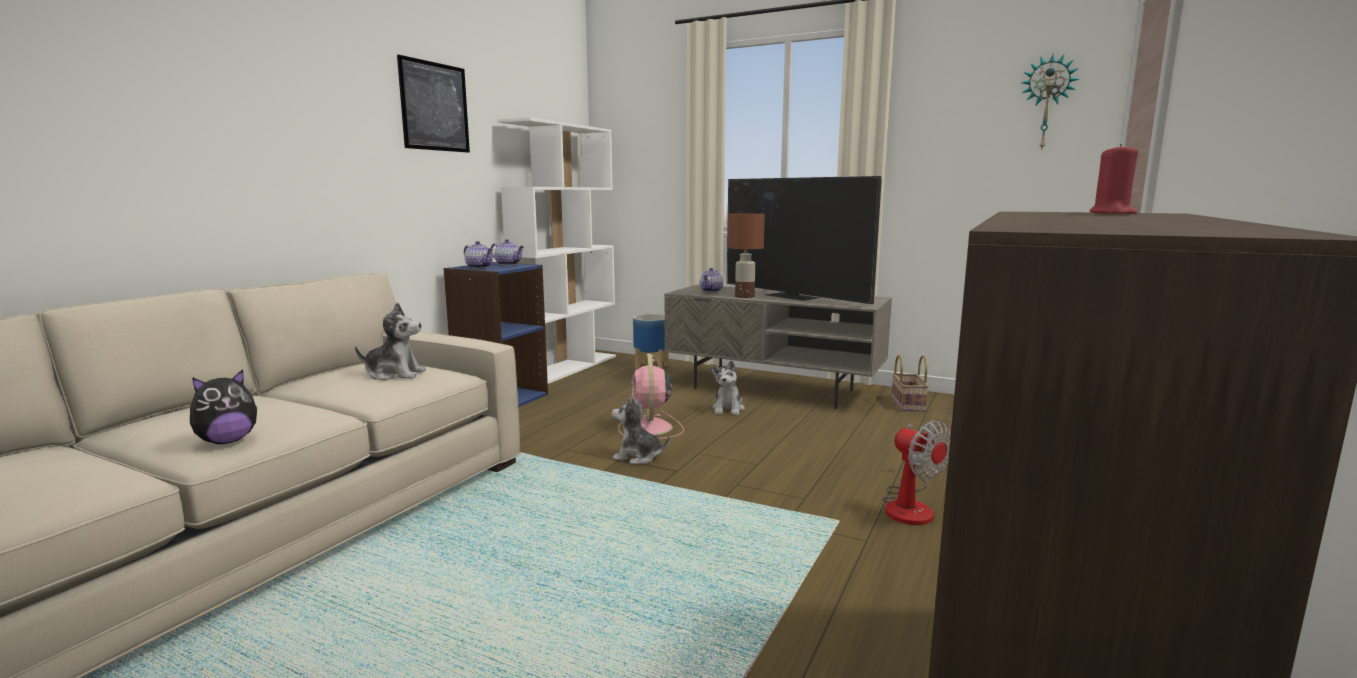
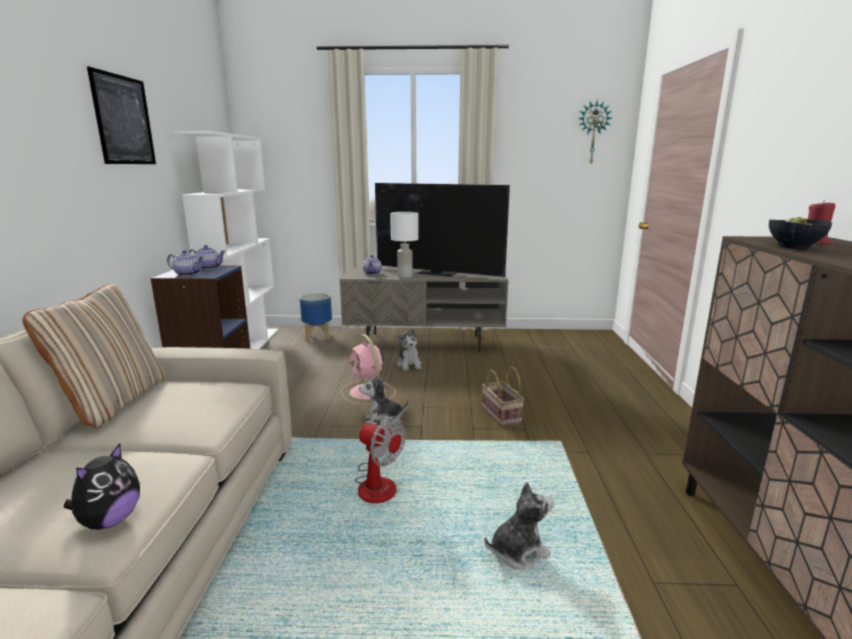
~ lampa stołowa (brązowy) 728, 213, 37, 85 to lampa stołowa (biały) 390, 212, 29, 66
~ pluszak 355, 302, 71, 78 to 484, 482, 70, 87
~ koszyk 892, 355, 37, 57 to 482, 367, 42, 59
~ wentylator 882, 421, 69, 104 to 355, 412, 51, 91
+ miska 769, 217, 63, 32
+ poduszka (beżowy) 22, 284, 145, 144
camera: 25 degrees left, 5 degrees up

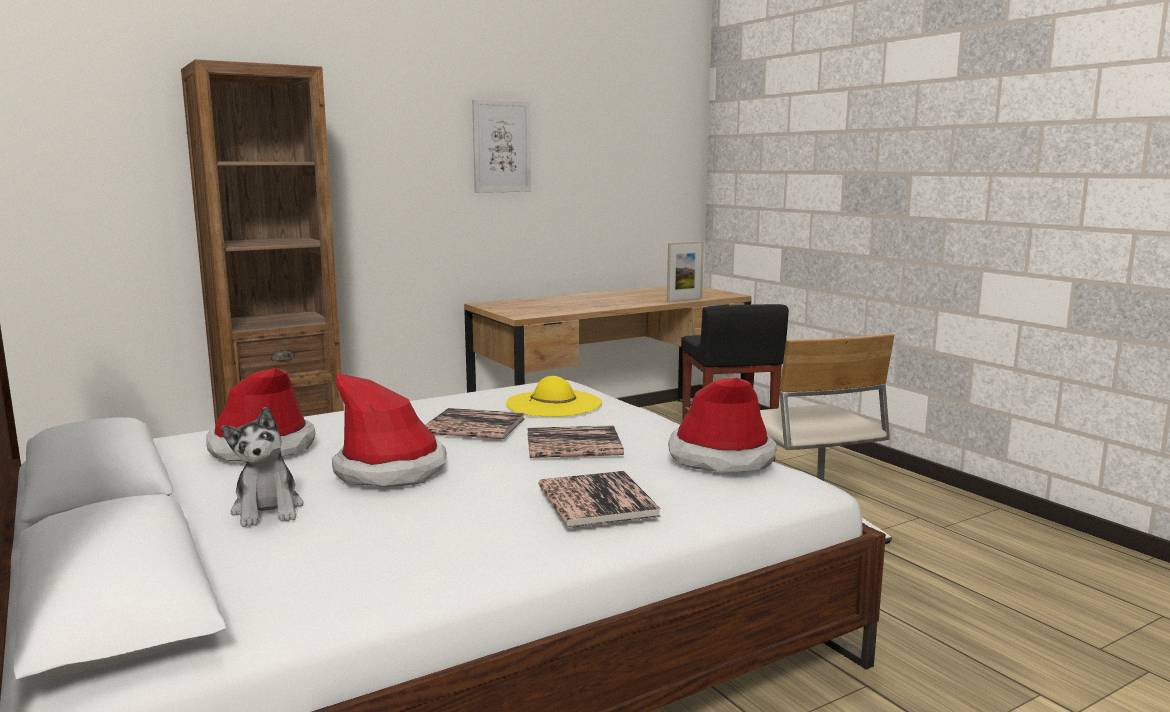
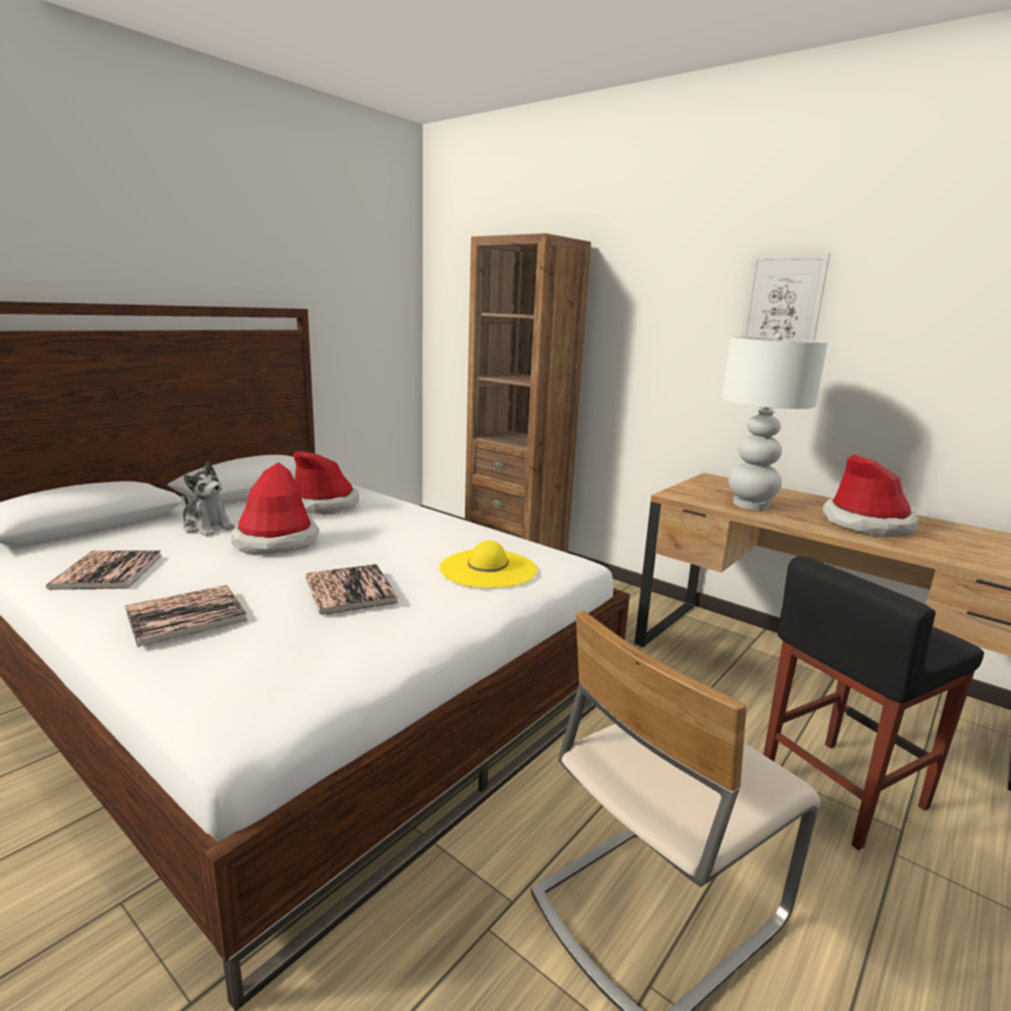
- ramka na zdjęcie 667, 241, 37, 61
~ kapelusz 668, 378, 109, 94 to 823, 454, 95, 83
~ pluszak 221, 407, 83, 120 = 182, 462, 53, 74 105 degrees counterclockwise
~ książka 425, 408, 100, 31 to 46, 550, 116, 40
+ lampa stołowa (biały) 722, 333, 106, 177
camera: 70 degrees right, 5 degrees up

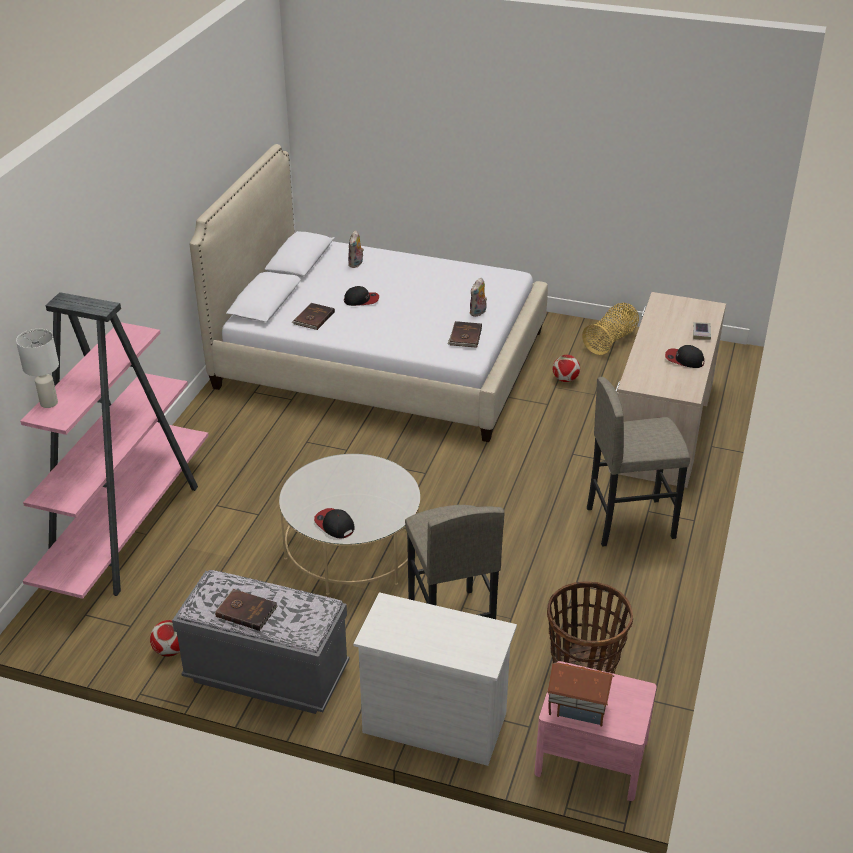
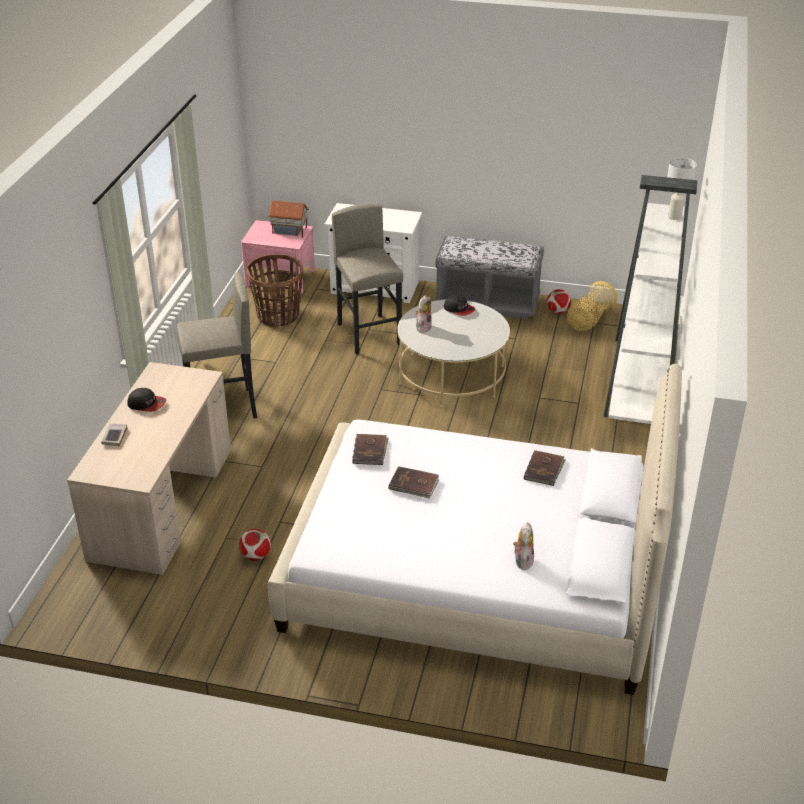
~ pluszak 470, 278, 17, 39 to 416, 295, 16, 38
- czapka z daszkiem 344, 286, 35, 20
~ regał (różowy) 20, 292, 189, 307 to regał (biały) 604, 175, 94, 249
~ koszyk 582, 303, 57, 52 to 567, 281, 50, 50
~ książka (brązowy) 215, 589, 63, 42 to 388, 466, 51, 32
camera: 175 degrees right, 0 degrees up

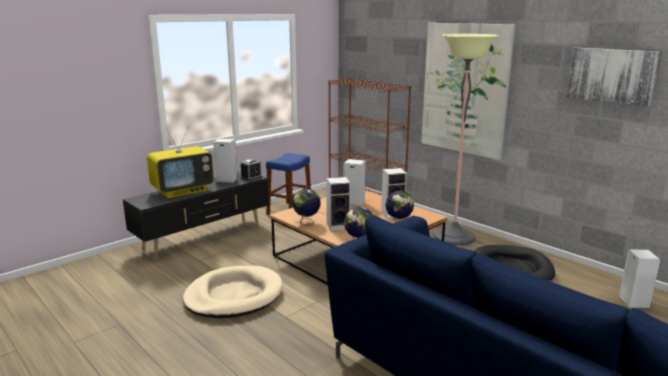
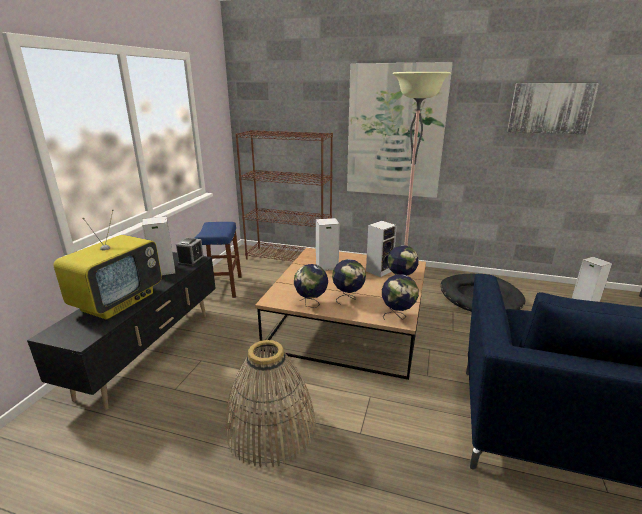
~ głośnik 326, 177, 25, 54 to globus 332, 259, 34, 46
~ legowisko (beżowy) 183, 266, 100, 52 to koszyk 225, 340, 91, 128
camera: 30 degrees left, 5 degrees up

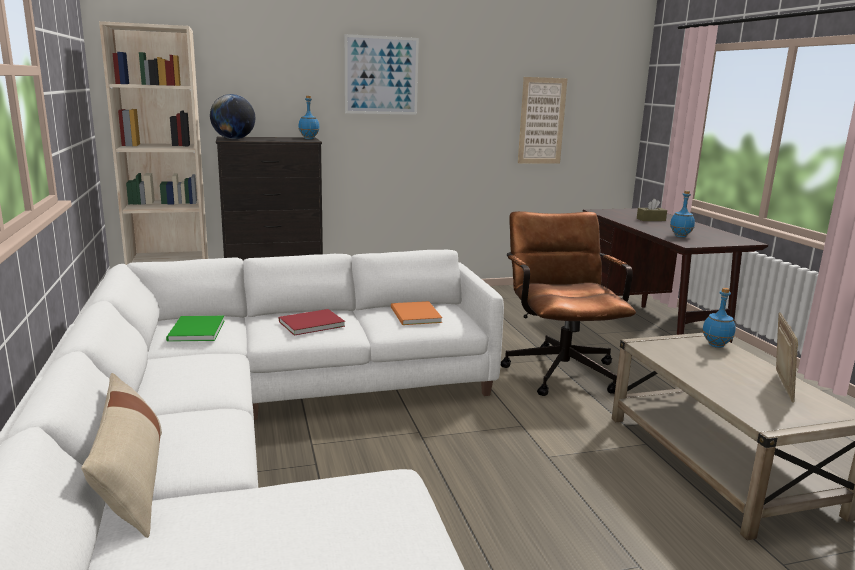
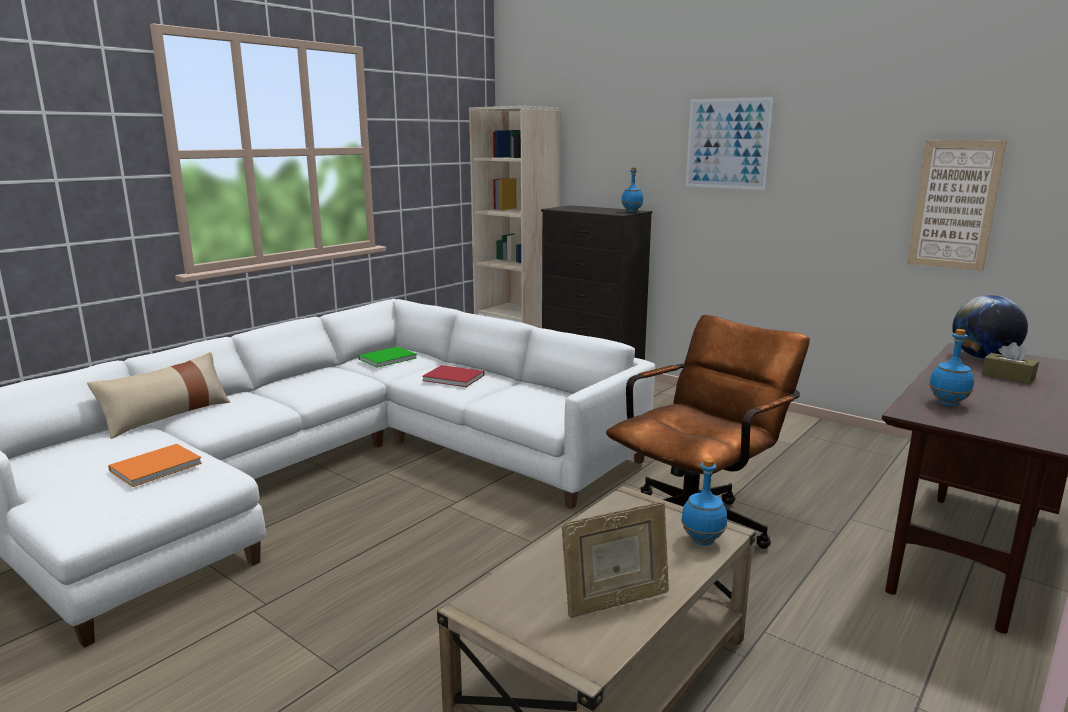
~ globus 210, 94, 45, 45 to 952, 295, 76, 64
~ książka (pomarańczowy) 391, 301, 51, 24 to 108, 444, 94, 43
camera: 55 degrees right, 0 degrees up

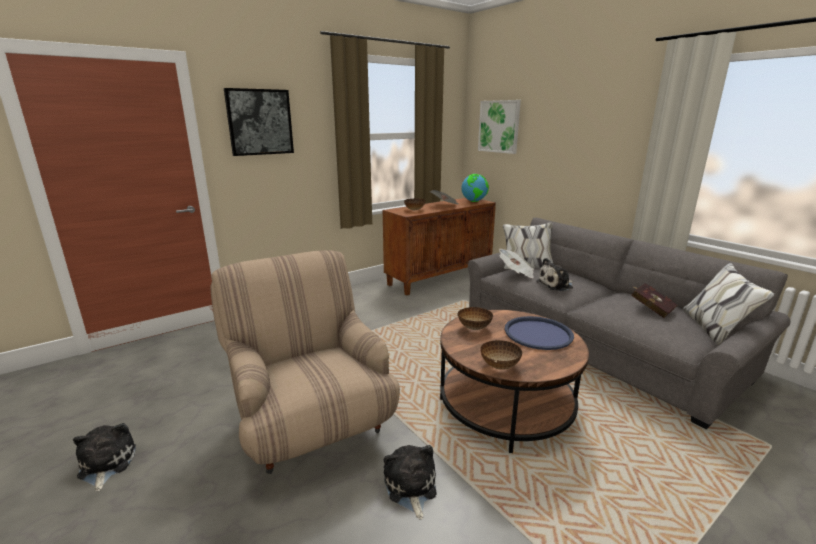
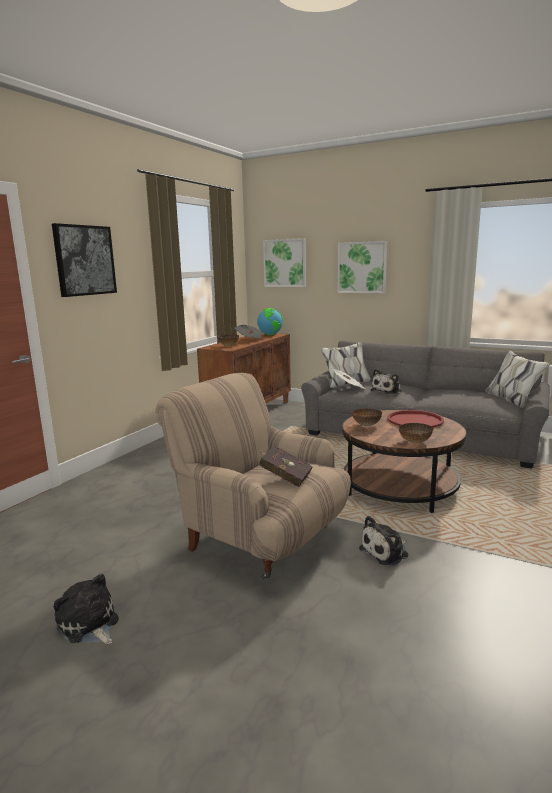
~ książka (czerwony) 631, 283, 46, 35 to 259, 446, 54, 41
~ taca (niebieski) 505, 316, 69, 34 to taca (czerwony) 387, 410, 57, 17
~ pluszak 384, 445, 53, 75 = 359, 516, 49, 50 90 degrees counterclockwise
+ obraz 337, 241, 50, 52
camera: 25 degrees left, 5 degrees down

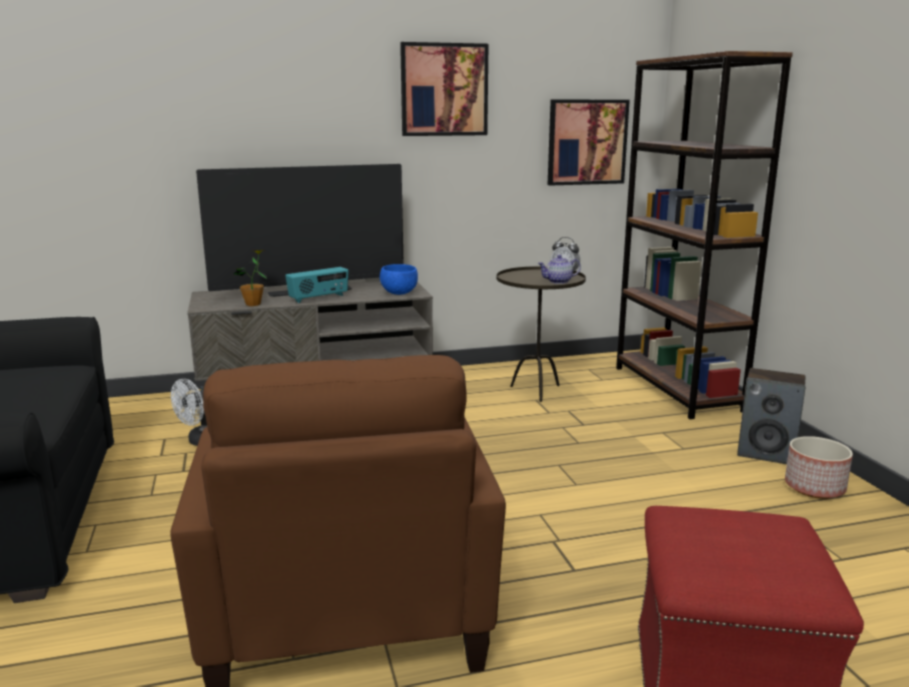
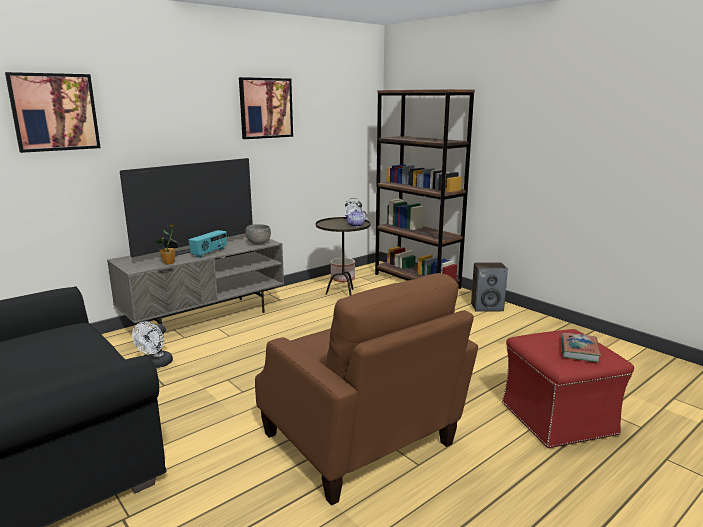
~ obraz 548, 100, 82, 86 to 5, 72, 96, 81
~ miska (niebieski) 380, 264, 38, 31 to miska (szary) 245, 224, 26, 21
~ donica 785, 436, 68, 63 to 331, 258, 24, 24
+ książka 561, 333, 40, 29
camera: 25 degrees left, 0 degrees up

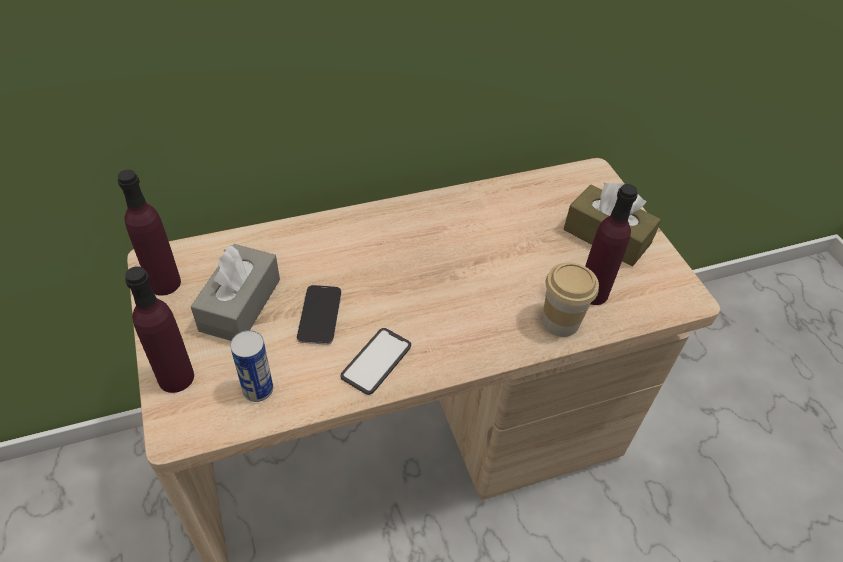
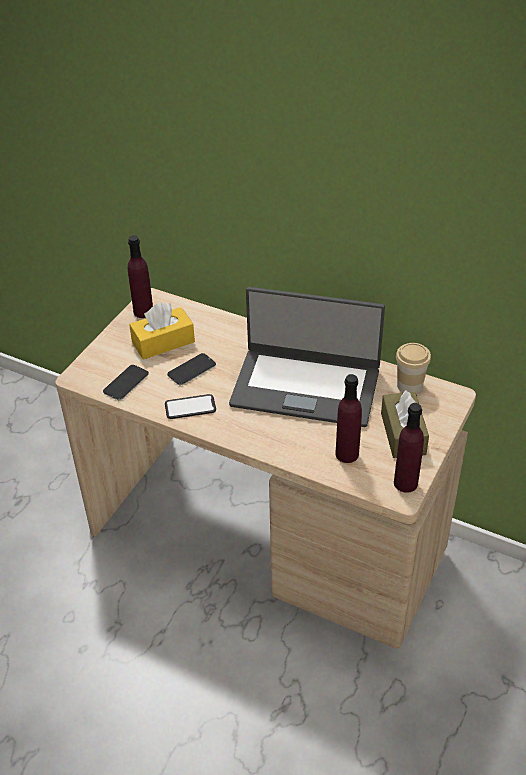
~ pudełko chusteczek (szary) 190, 244, 90, 97 to pudełko chusteczek (żółty) 129, 303, 66, 57
~ filiżanka 542, 262, 57, 75 to 396, 343, 35, 51
~ butelka (fioletowy) 125, 267, 69, 126 to 394, 403, 30, 90
~ puszka 230, 330, 43, 72 to telefon 103, 365, 46, 35
+ laptop 229, 287, 156, 140
camera: 50 degrees right, 5 degrees down

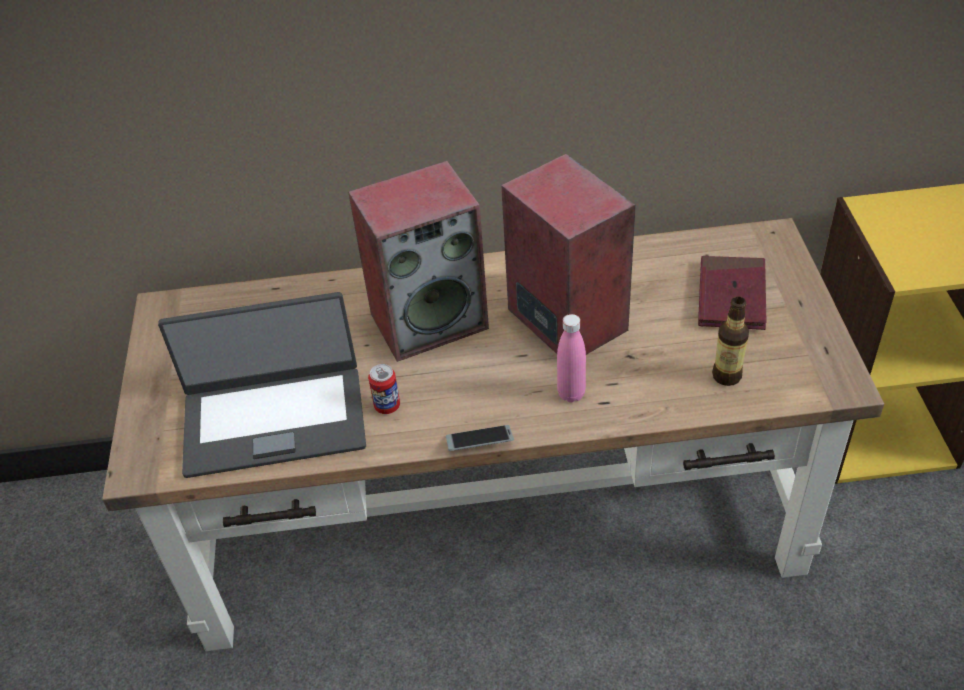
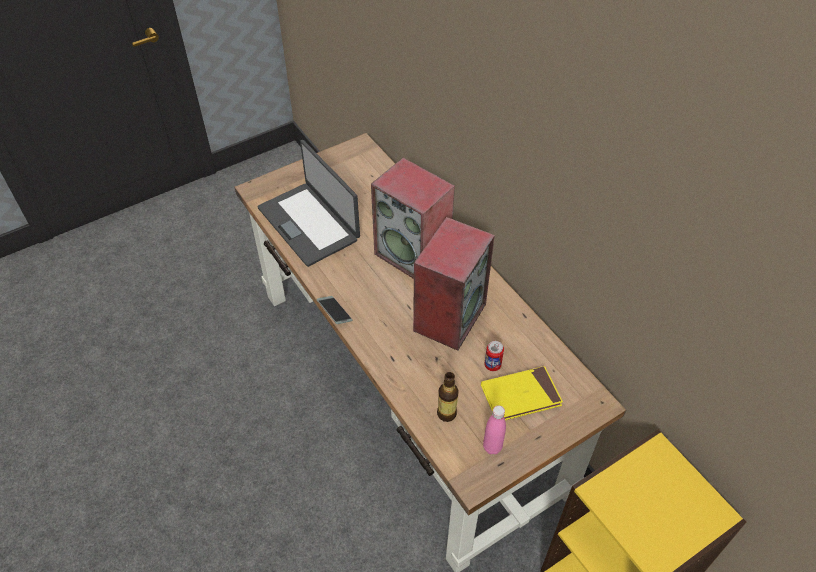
~ książka (czerwony) 698, 256, 68, 74 to książka (żółty) 481, 366, 82, 54
~ butelka (różowy) 557, 314, 29, 88 to 483, 405, 23, 49
~ puszka 368, 364, 32, 50 to 484, 341, 20, 30
camera: 60 degrees right, 5 degrees up

